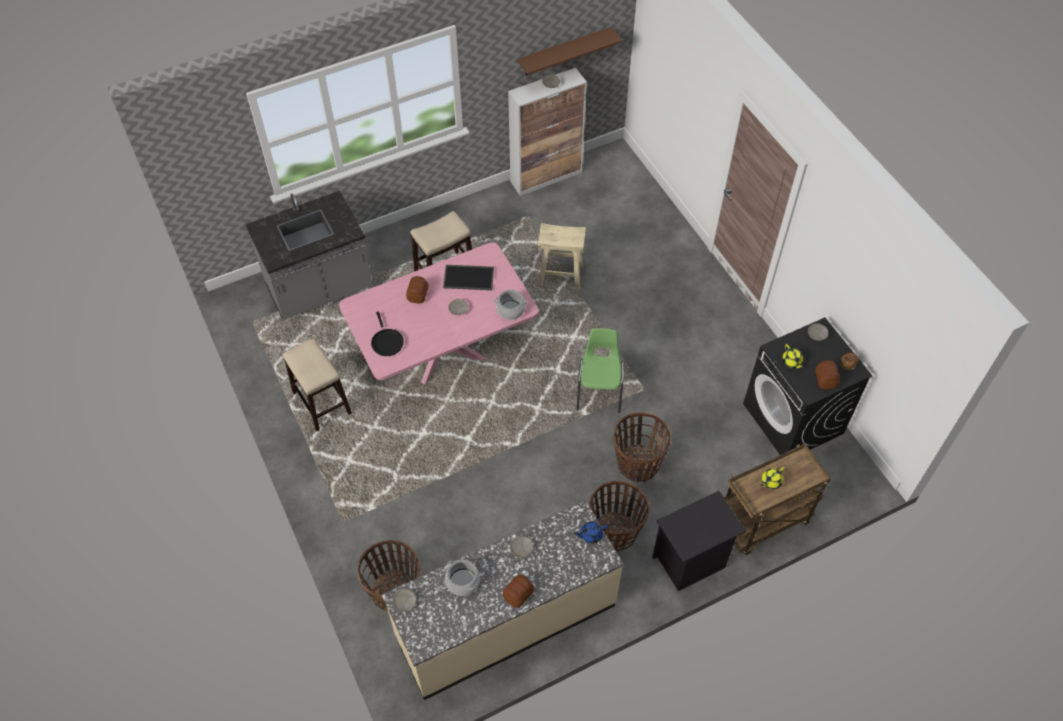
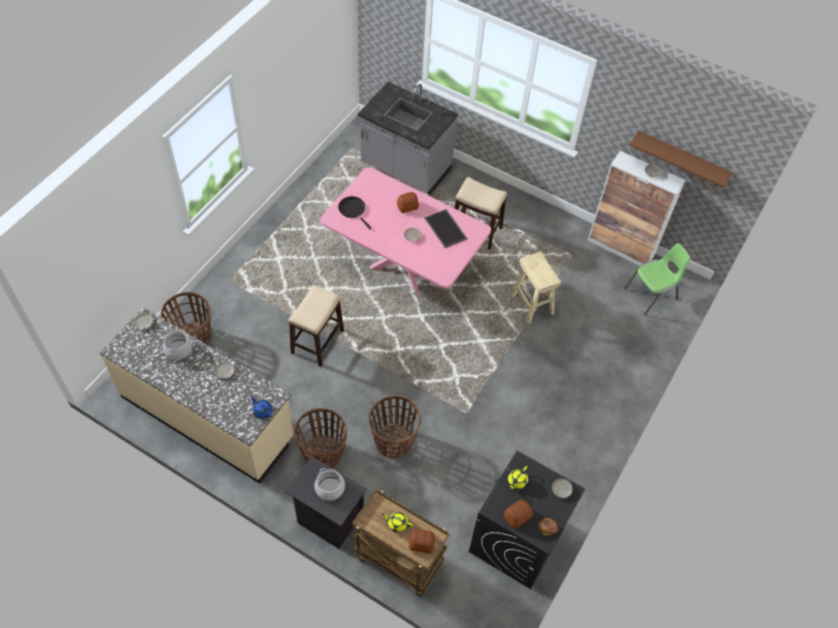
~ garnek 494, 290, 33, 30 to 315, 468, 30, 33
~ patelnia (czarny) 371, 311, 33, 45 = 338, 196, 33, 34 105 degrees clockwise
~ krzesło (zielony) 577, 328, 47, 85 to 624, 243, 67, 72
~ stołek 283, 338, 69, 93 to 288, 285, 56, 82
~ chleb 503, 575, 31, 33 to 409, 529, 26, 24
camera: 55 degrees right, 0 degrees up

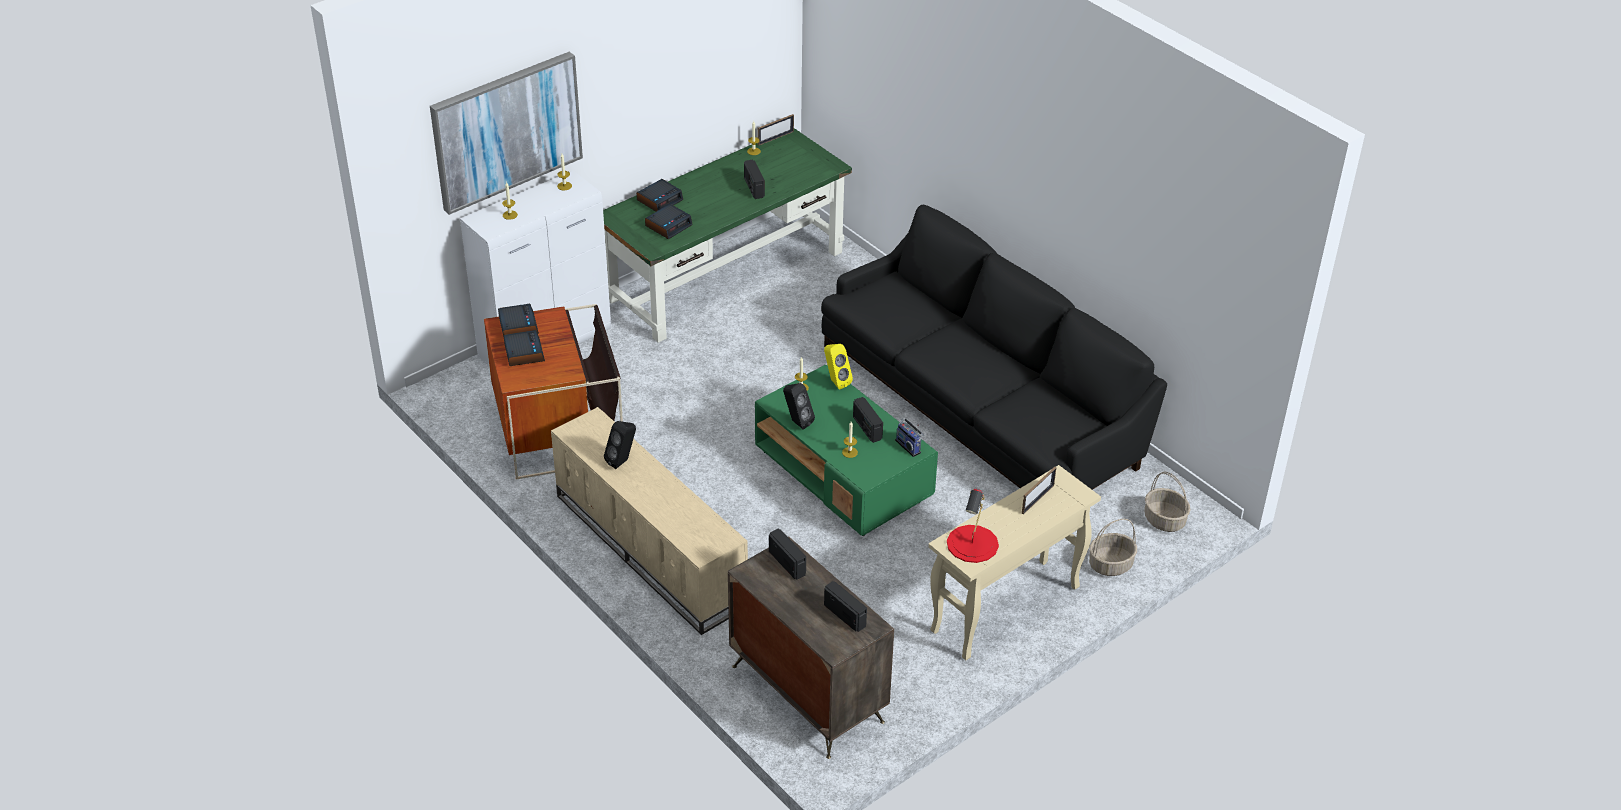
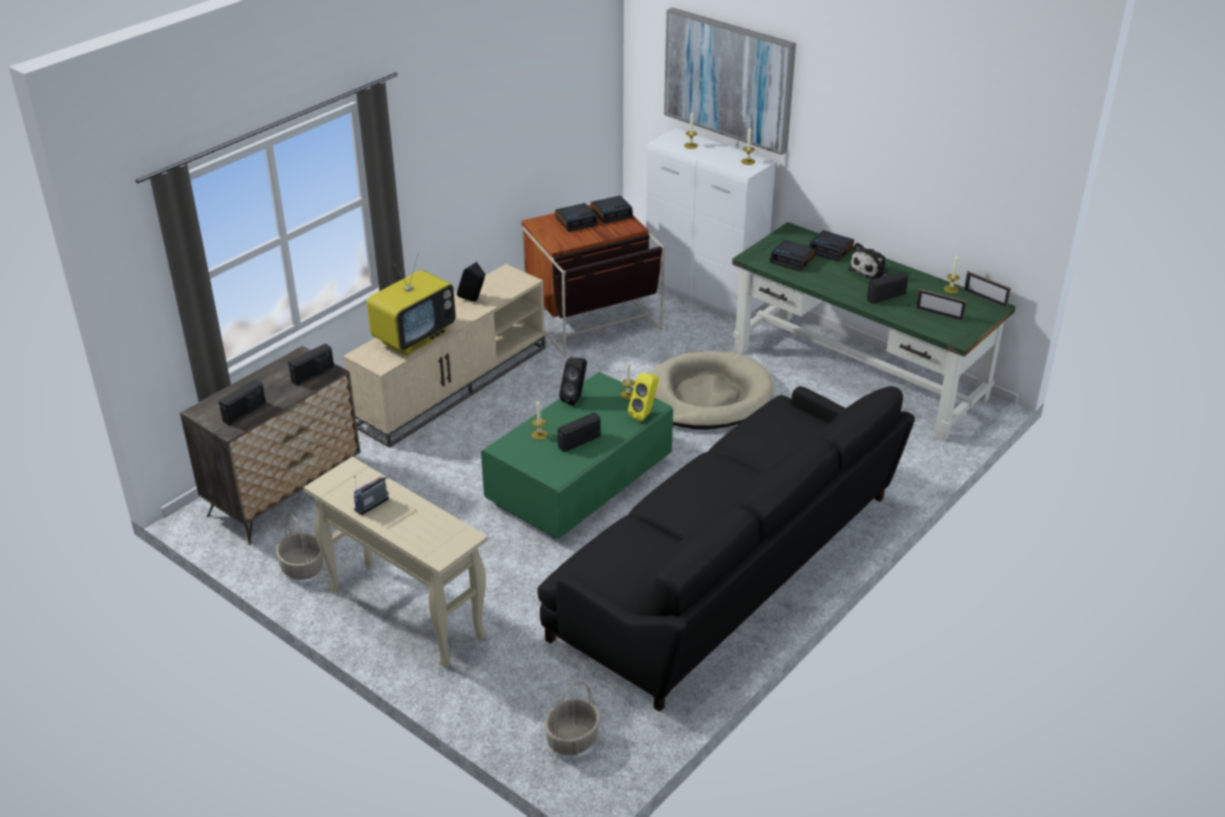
~ radio 895, 418, 29, 39 to 354, 476, 35, 39
~ ramka na zdjęcie 1022, 467, 34, 47 to 916, 289, 51, 33
- lampa stołowa (czerwony) 947, 489, 52, 74
~ koszyk 1089, 519, 48, 57 to 276, 513, 47, 67
+ pluszak 848, 243, 40, 37
+ telewizor 367, 253, 89, 102
+ legowisko (beżowy) 649, 351, 124, 79
camera: 80 degrees right, 5 degrees down

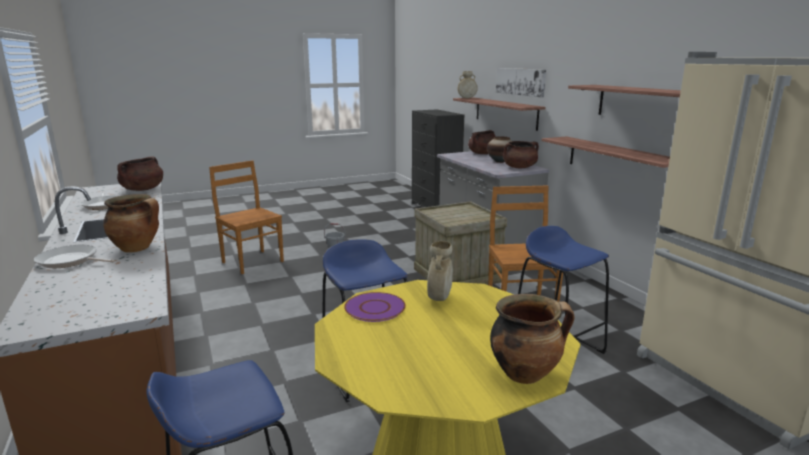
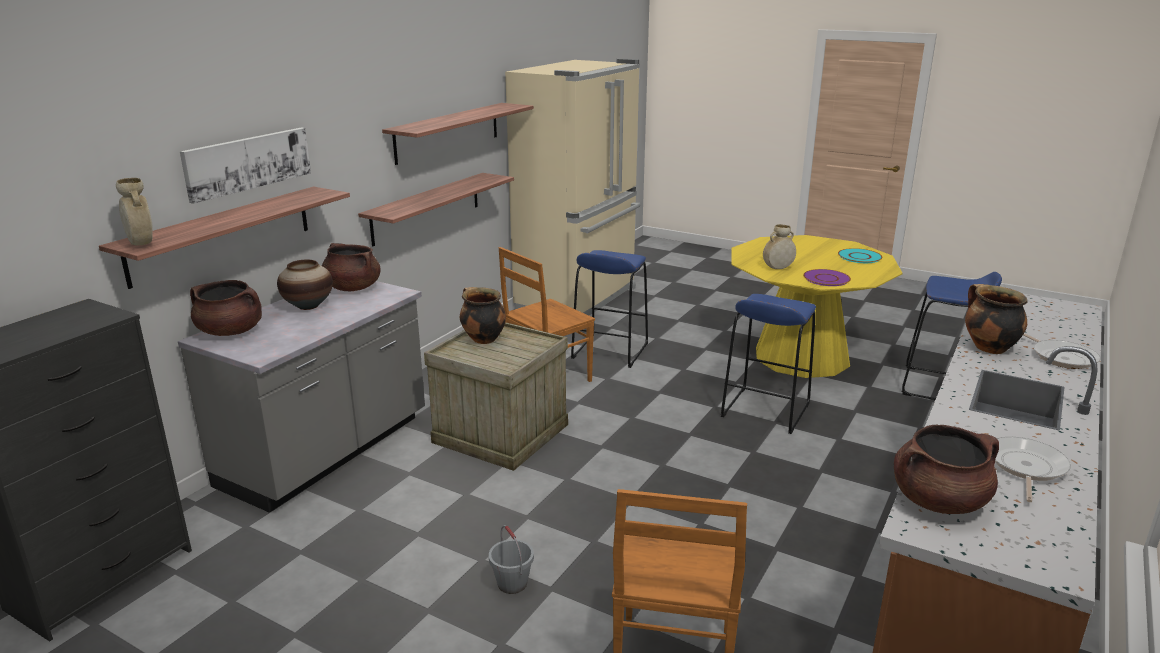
~ garnek 490, 294, 85, 90 to 460, 287, 46, 57
+ talerz (turkusowy) 838, 248, 45, 15
camera: 125 degrees left, 5 degrees up

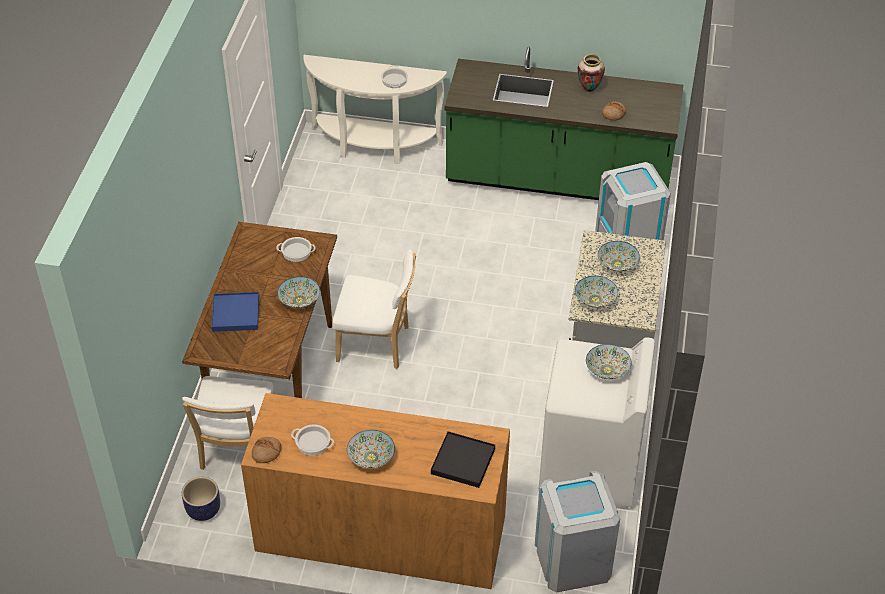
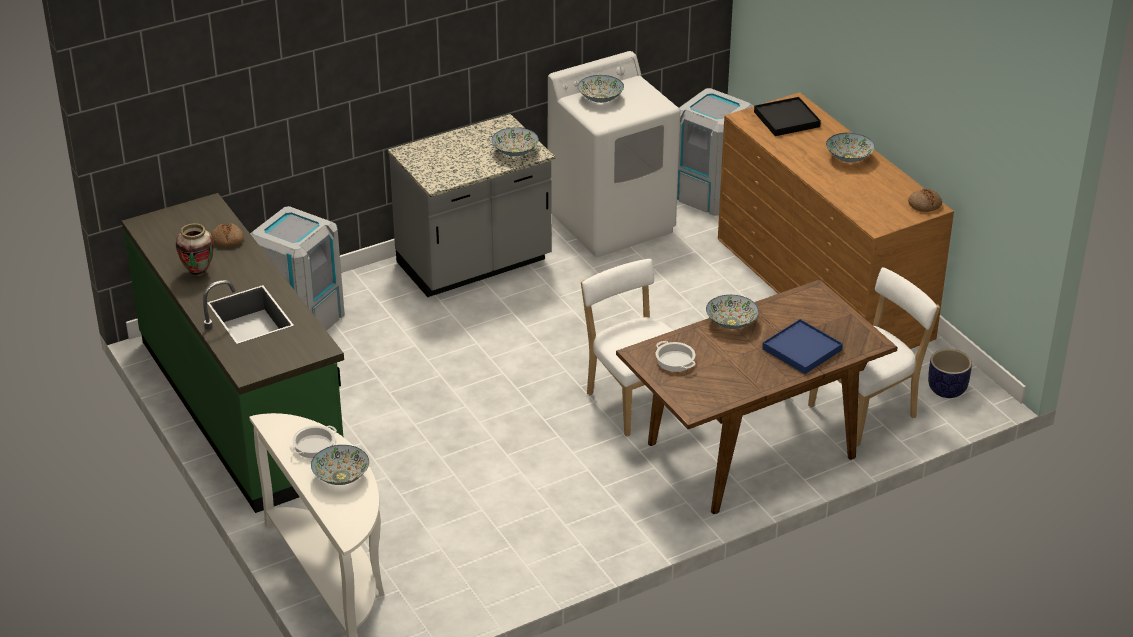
~ miska 598, 241, 42, 31 to 311, 445, 58, 40
- garnek 291, 424, 43, 32
camera: 130 degrees left, 10 degrees down

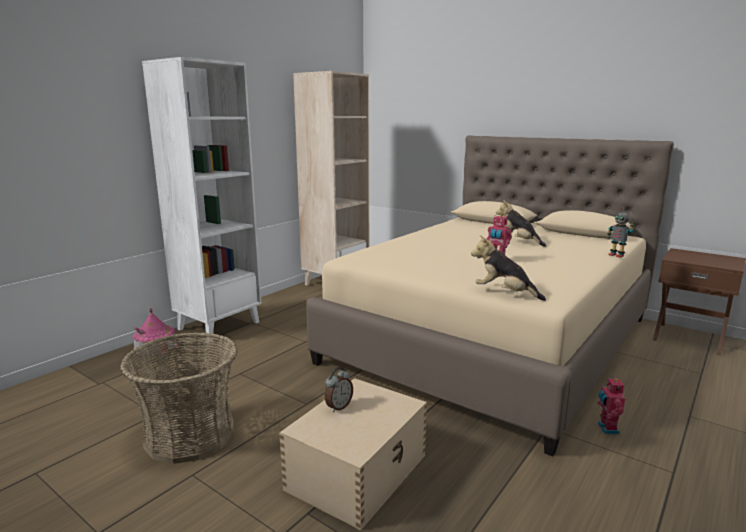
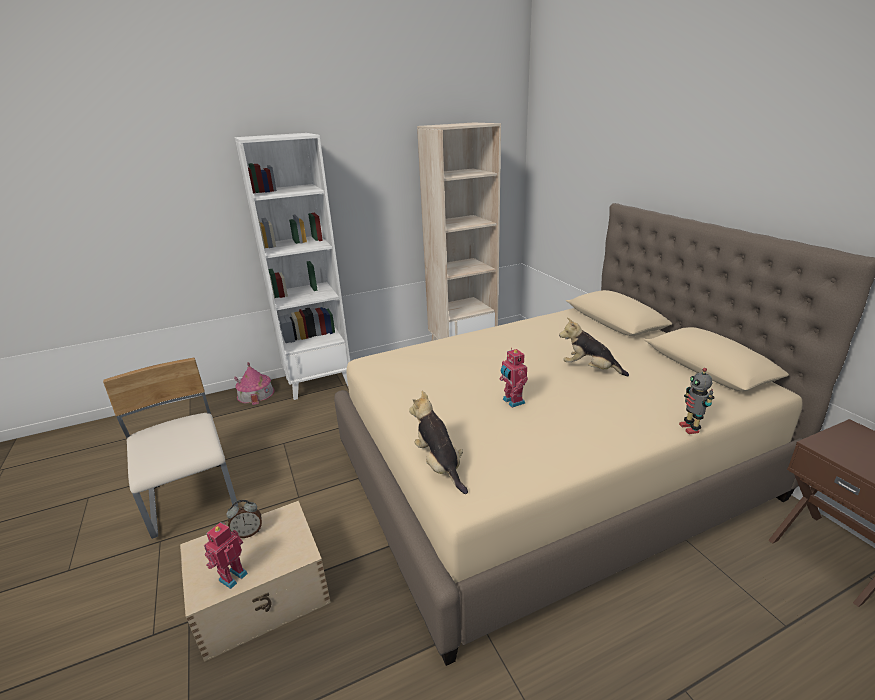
~ pluszak 496, 200, 50, 47 = 559, 318, 70, 58 45 degrees counterclockwise
~ koszyk 120, 332, 118, 132 to krzesło (beżowy) 103, 358, 135, 181
~ robot zabawkowy 598, 376, 27, 58 to 204, 522, 44, 67
camera: 30 degrees right, 10 degrees up

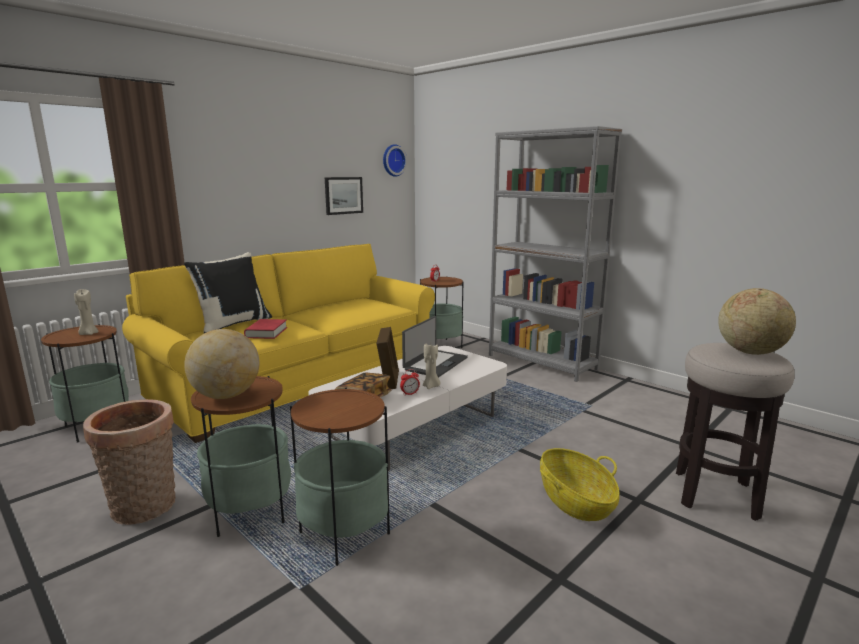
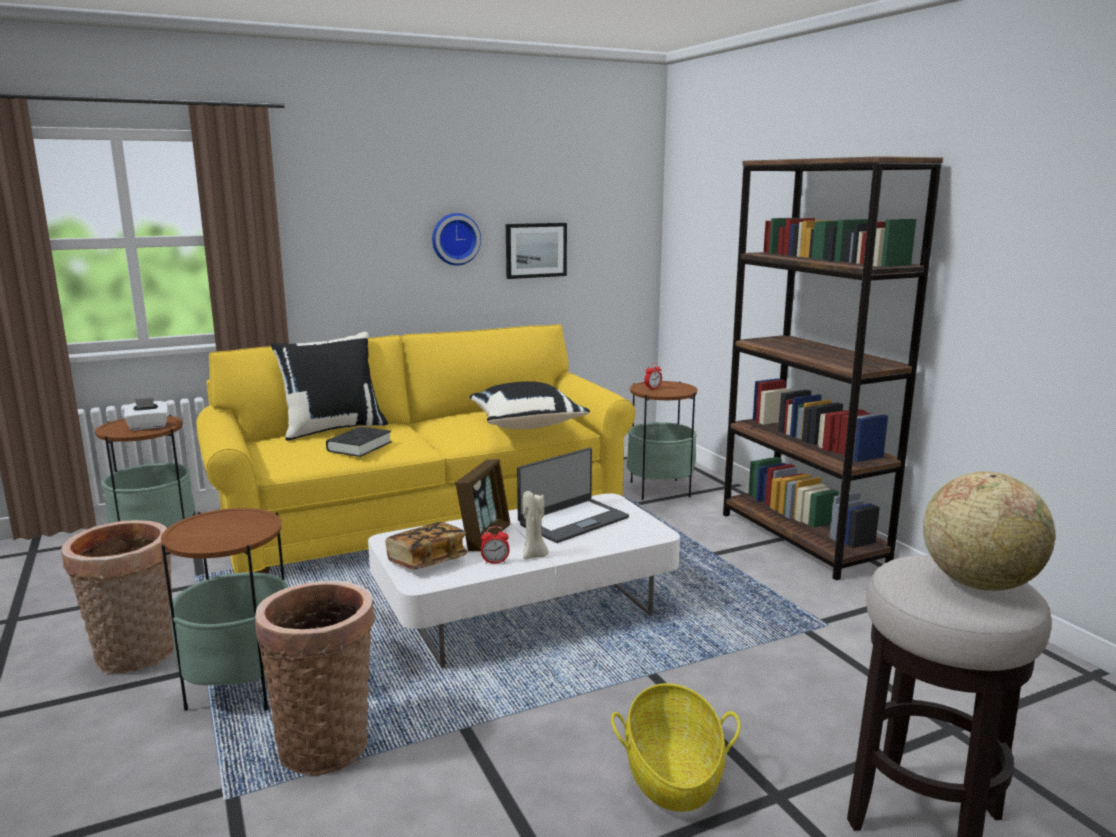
~ regał (szary) 489, 126, 133, 256 to regał (brązowy) 723, 156, 220, 424
~ zegar ścienny 383, 144, 24, 33 to 432, 213, 49, 53
~ świeca (beżowy) 74, 289, 25, 46 to pudełko chusteczek (biały) 124, 398, 44, 32
~ książka (czerwony) 244, 319, 43, 20 to książka (czarny) 326, 426, 66, 31
- globus 184, 329, 76, 70
~ stolik 290, 387, 100, 179 to koszyk 255, 580, 120, 196
+ poduszka (czarny) 469, 381, 121, 48
camera: 20 degrees right, 0 degrees up

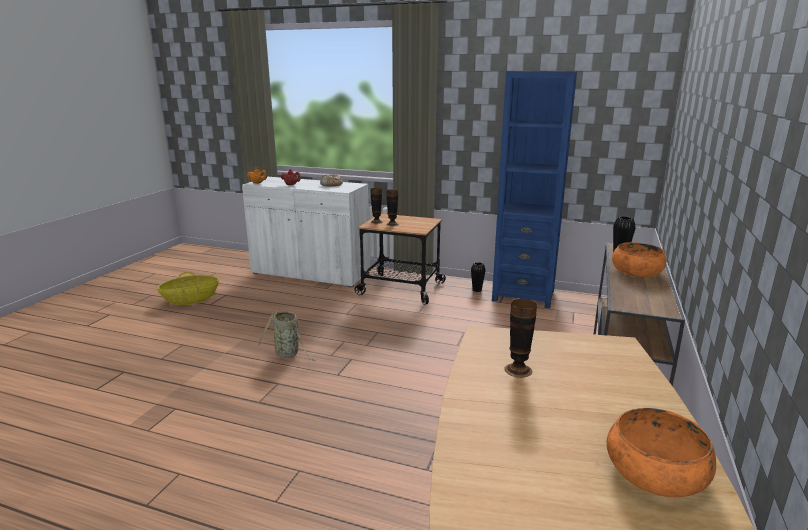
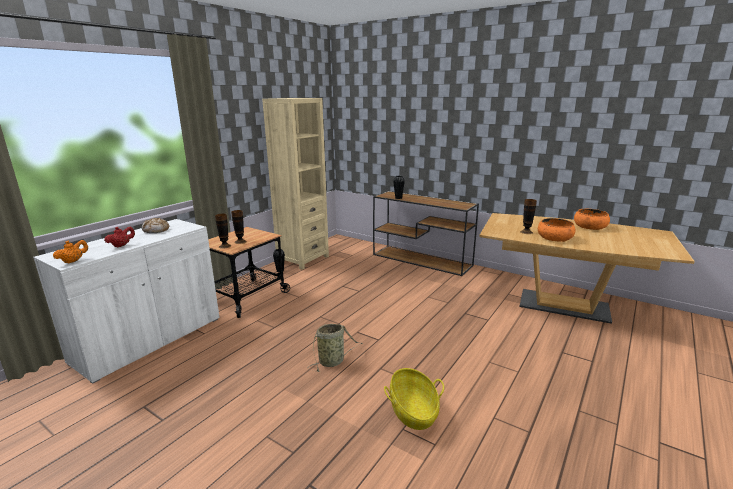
~ regał (niebieski) 492, 71, 85, 238 to regał (beżowy) 262, 98, 67, 172
~ miska (pomarańczowy) 612, 242, 54, 35 to 538, 218, 37, 24
~ koszyk 158, 272, 61, 33 to 384, 368, 60, 62
camera: 75 degrees left, 0 degrees up

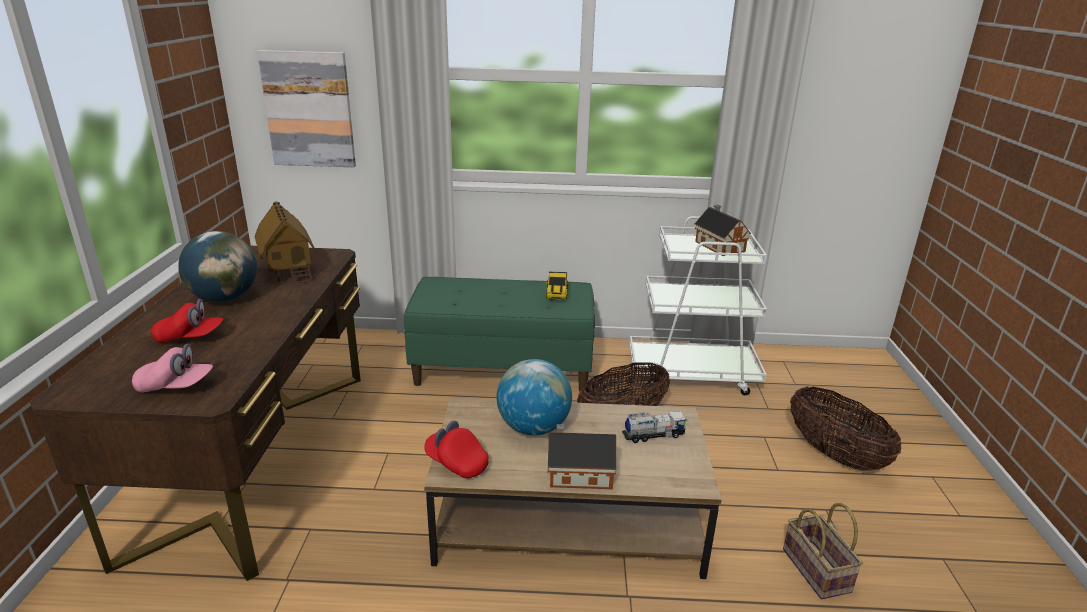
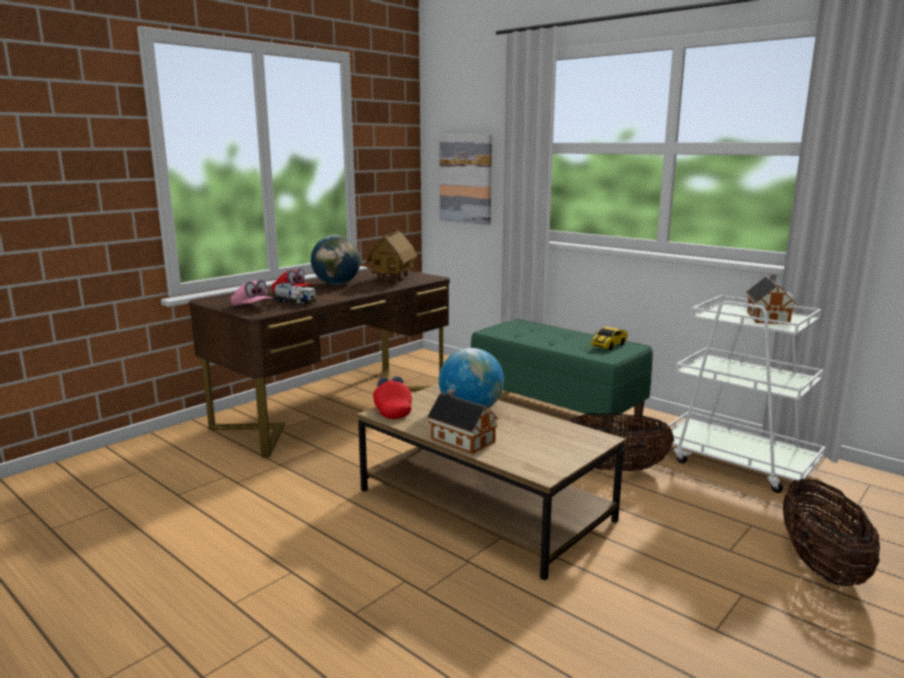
~ ciężarówka zabawkowa 622, 411, 64, 32 to 273, 282, 43, 24
- koszyk 783, 503, 80, 96
camera: 40 degrees right, 10 degrees down

